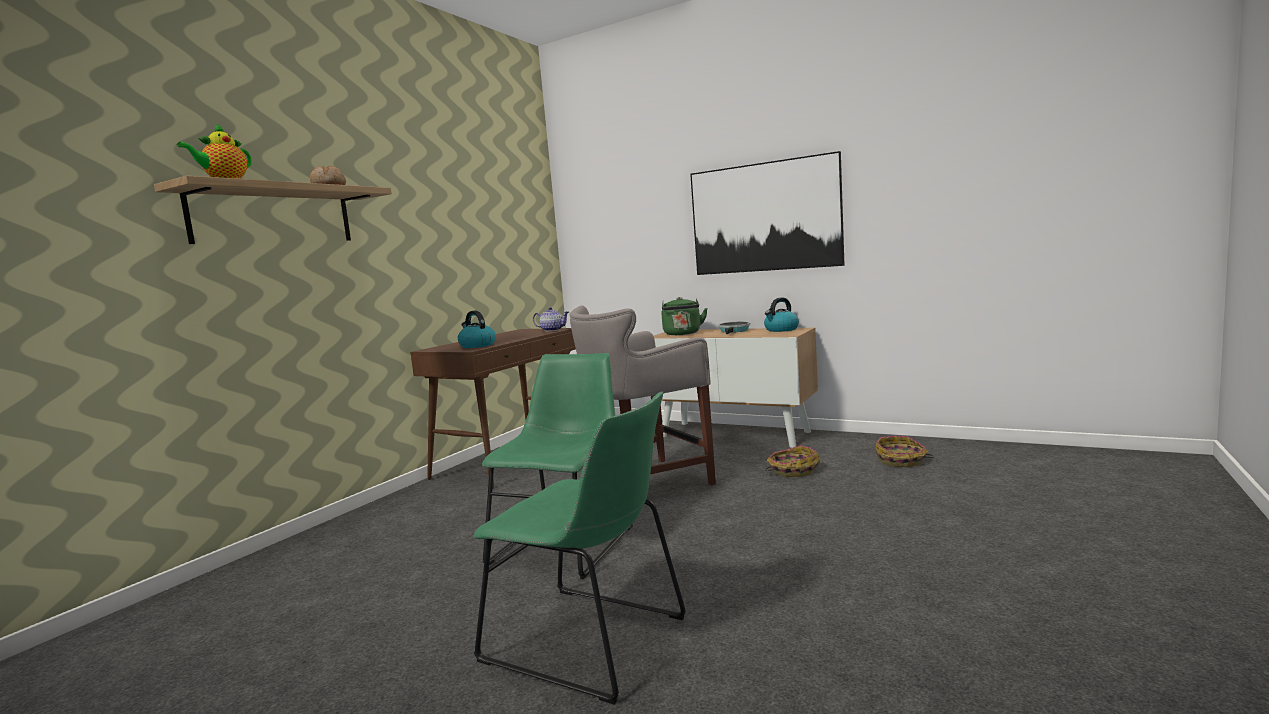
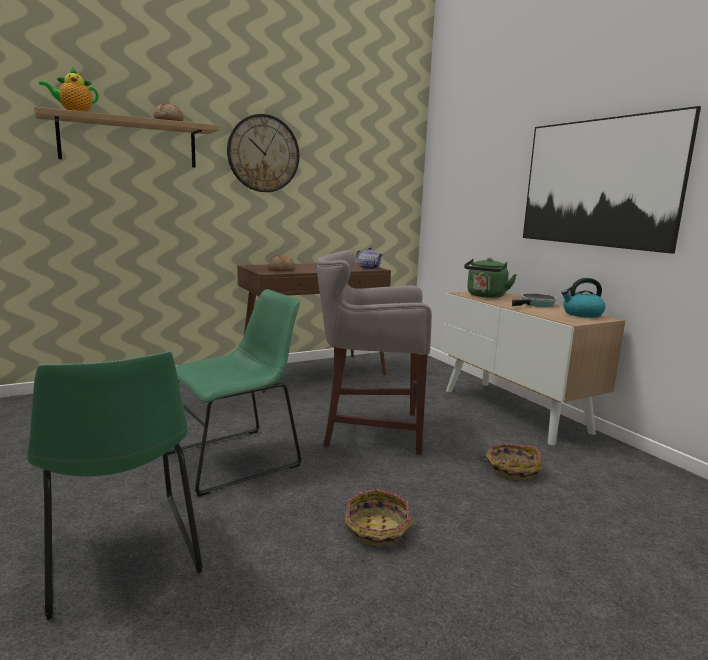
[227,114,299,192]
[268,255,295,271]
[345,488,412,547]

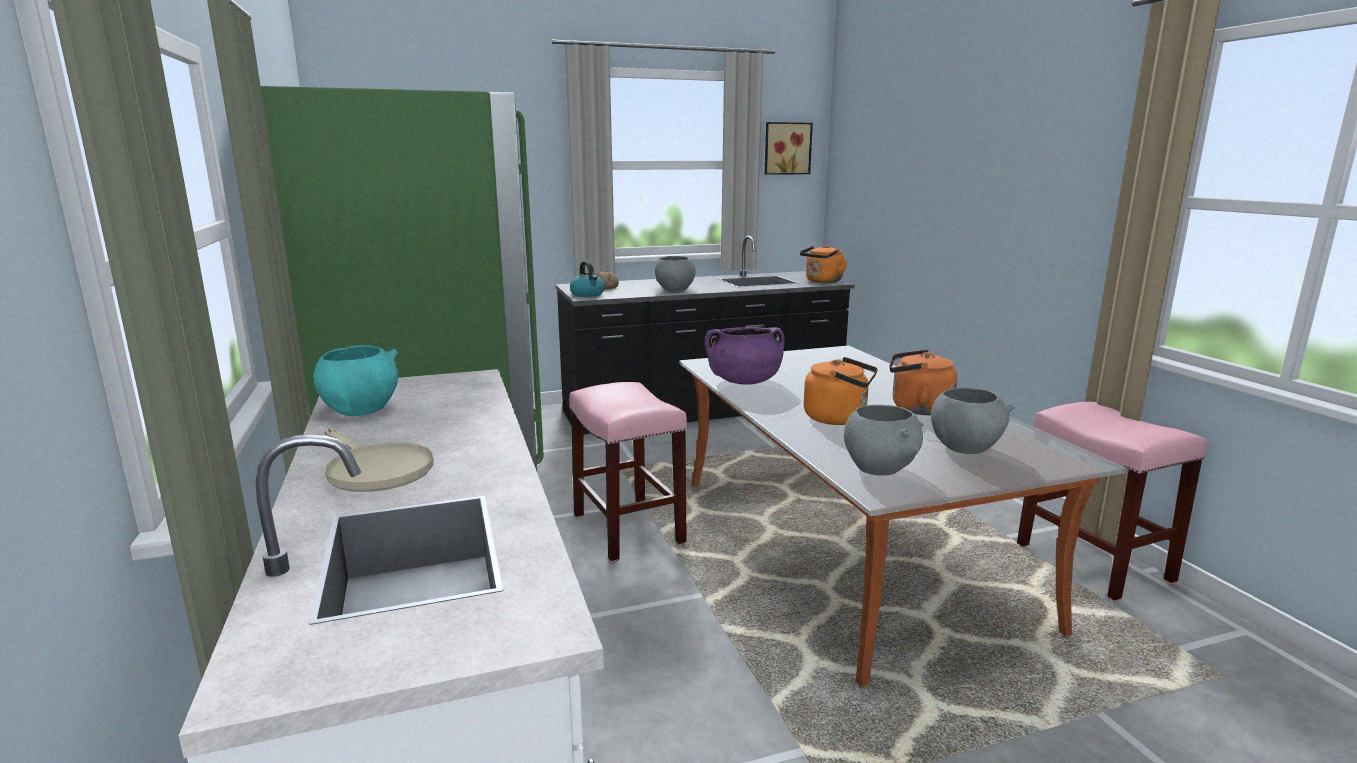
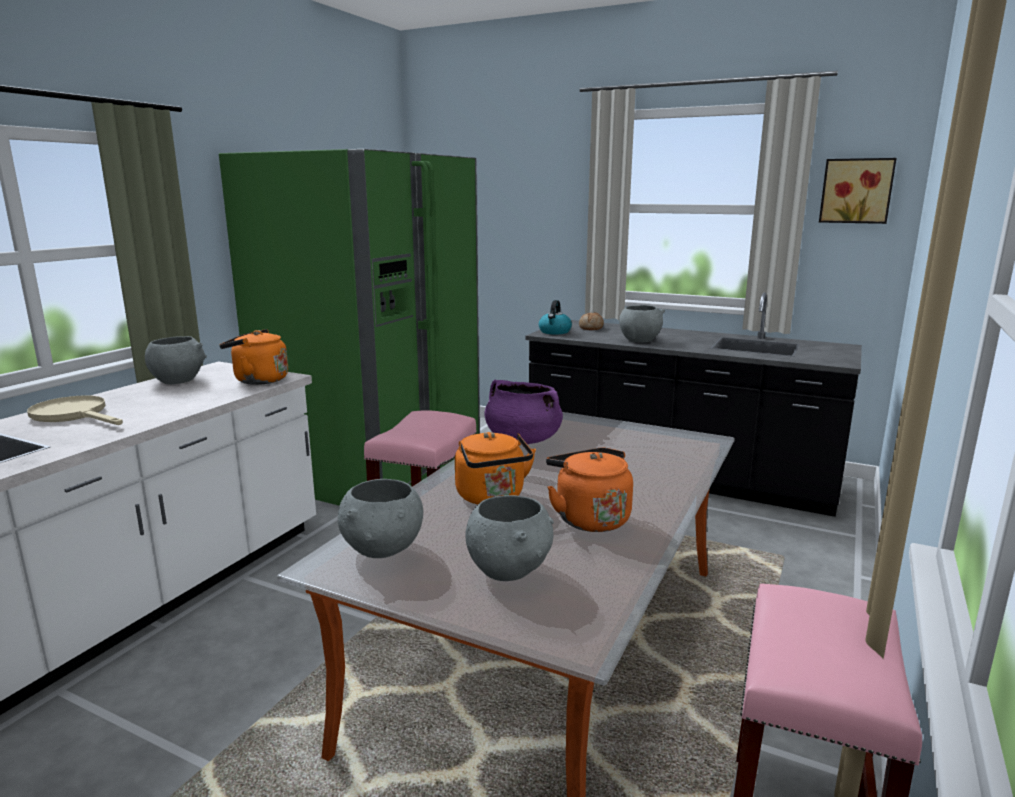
[27,395,123,425]
[145,336,207,384]
[219,329,288,385]

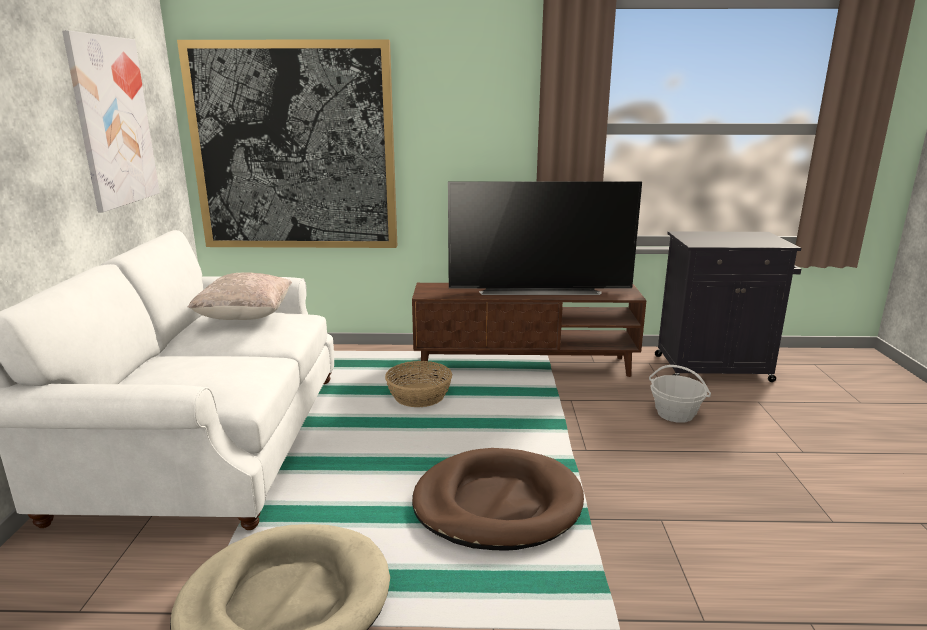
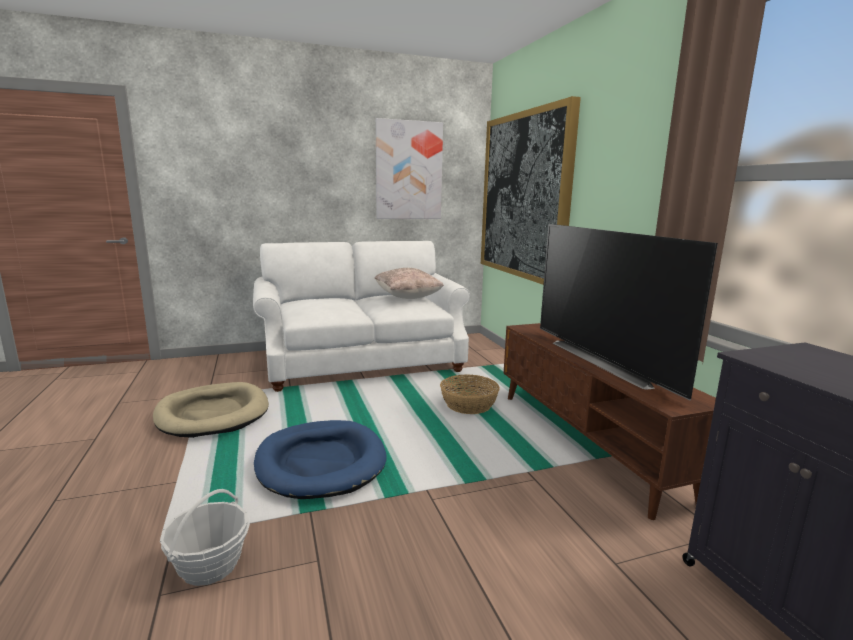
[160,489,250,586]
[254,420,386,499]

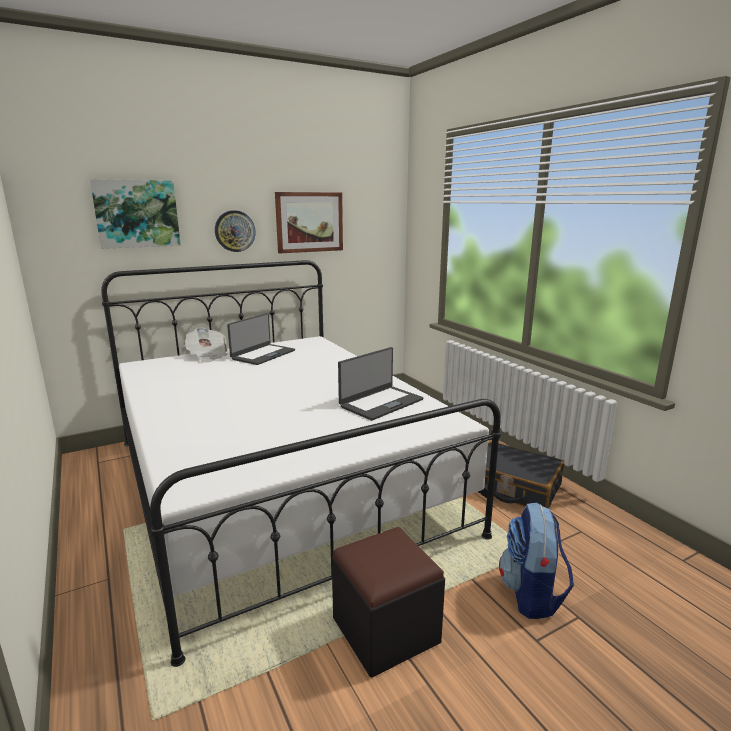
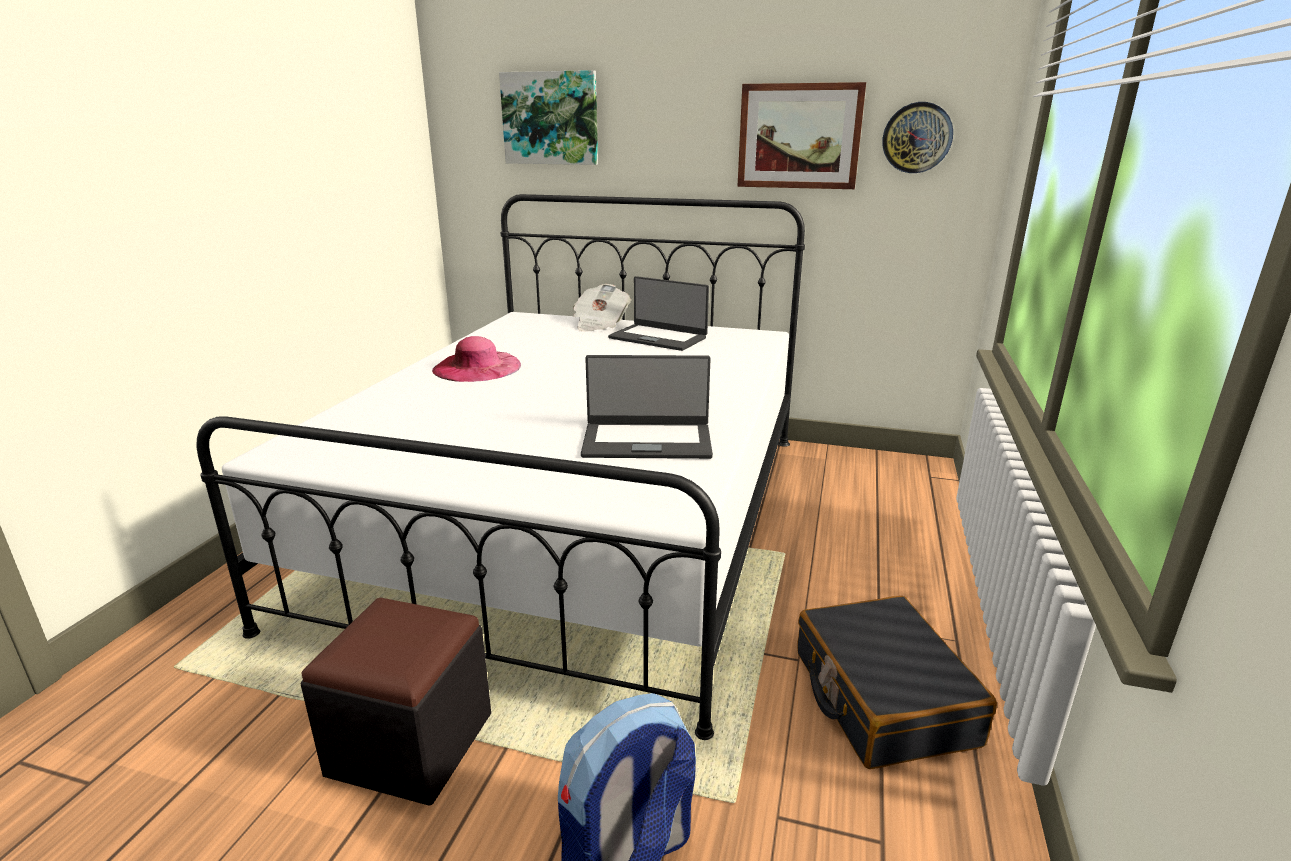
[432,336,521,382]
[608,276,709,351]
[882,102,953,173]

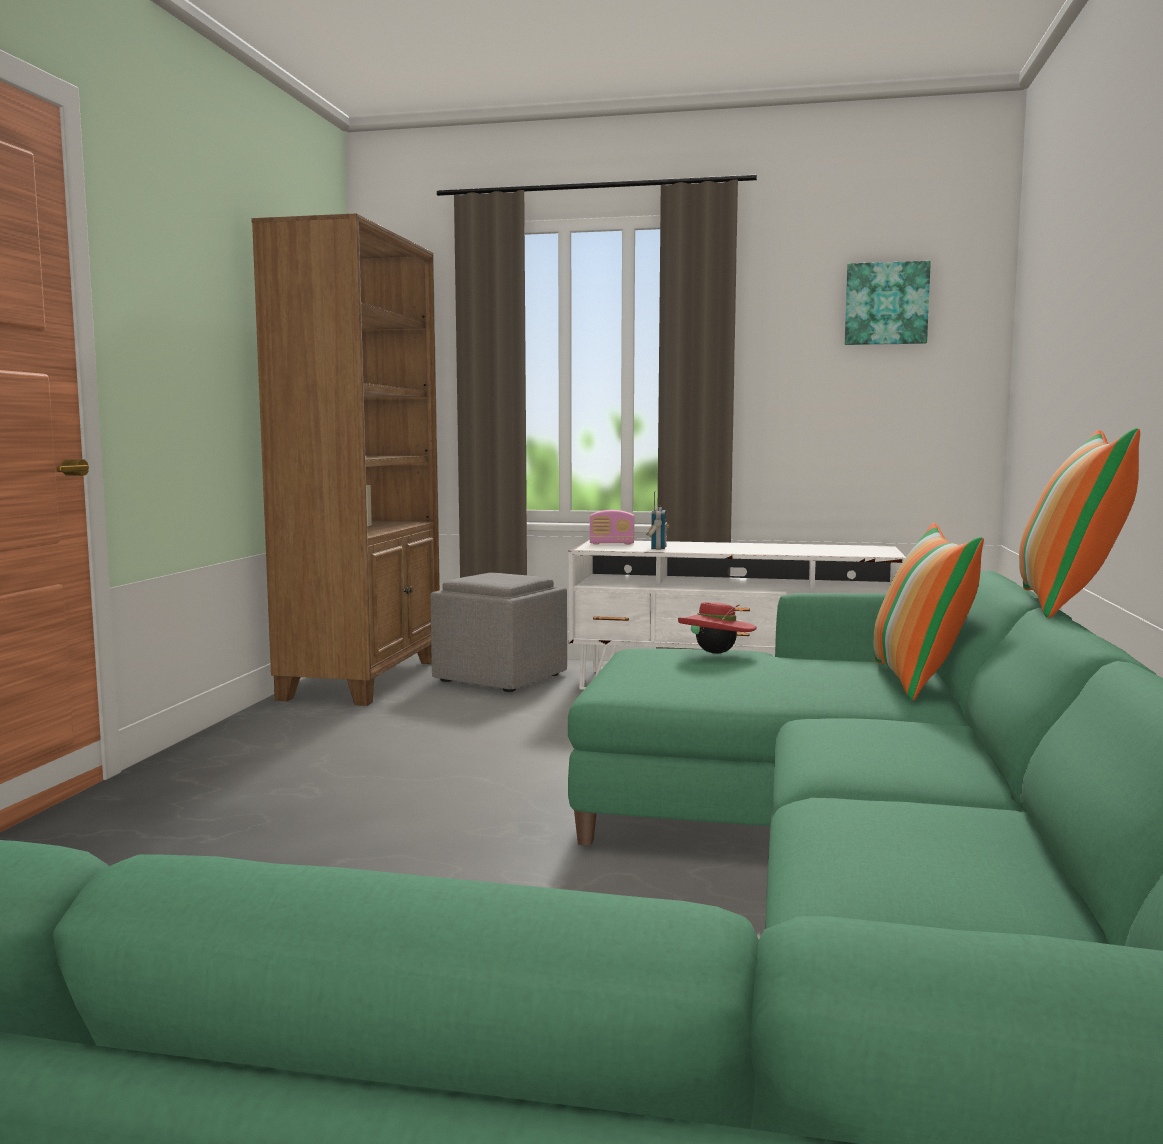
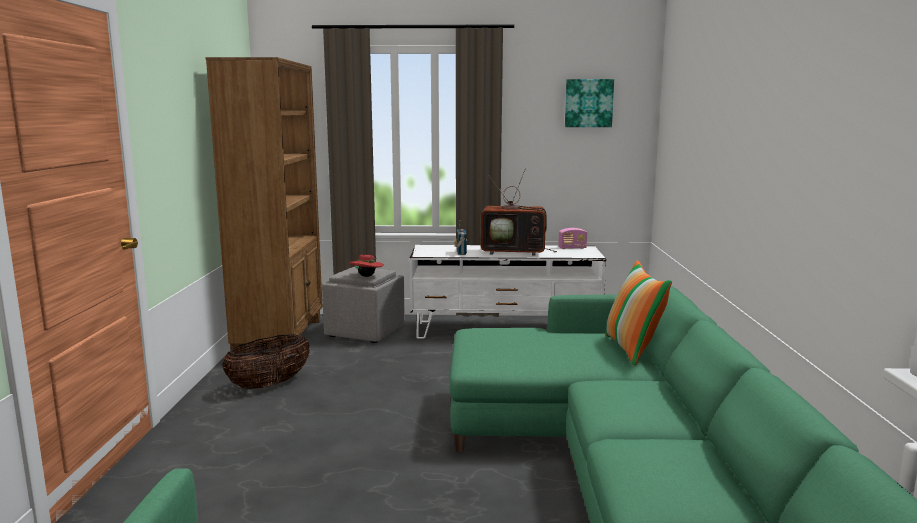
[222,334,310,389]
[350,255,384,277]
[481,170,557,256]
[558,228,587,249]
[1019,428,1140,618] (first image)

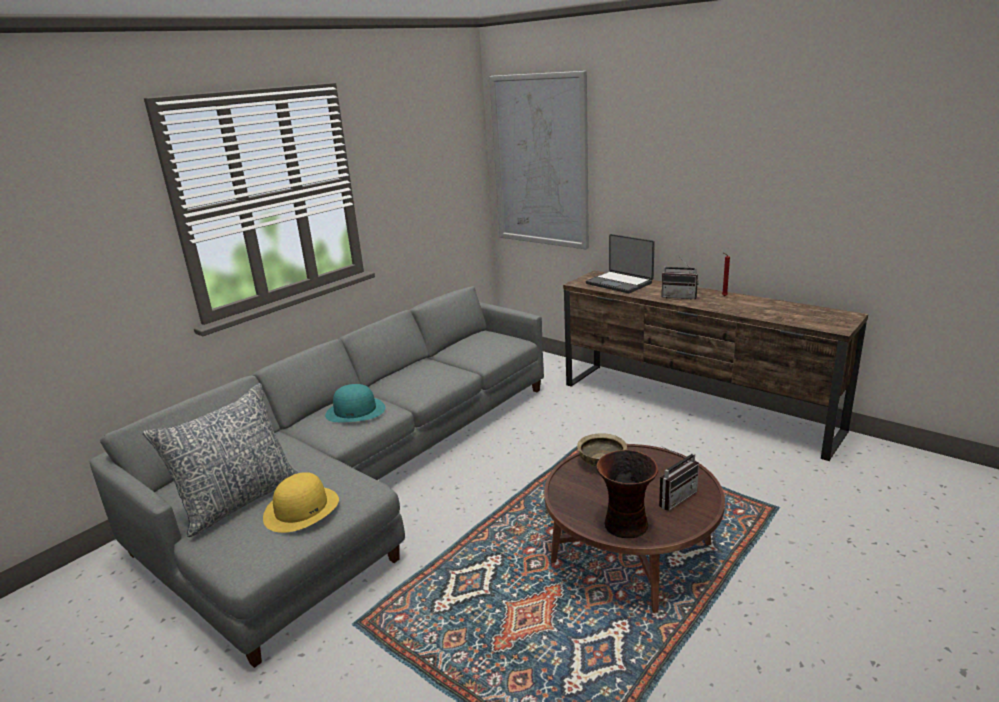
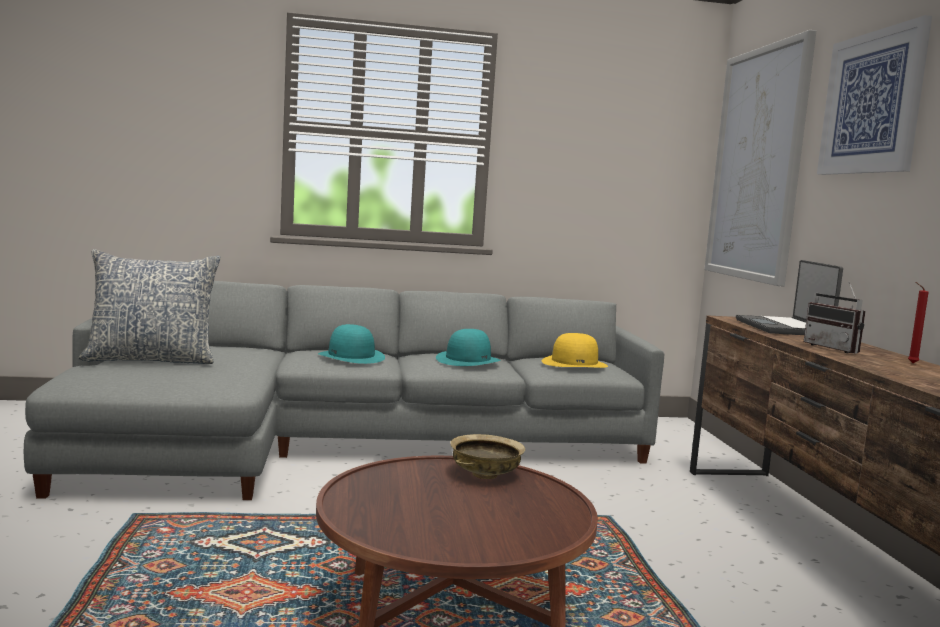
[436,329,501,366]
[542,333,608,368]
[817,15,932,175]
[596,450,658,538] (first image)
[659,446,699,511] (first image)

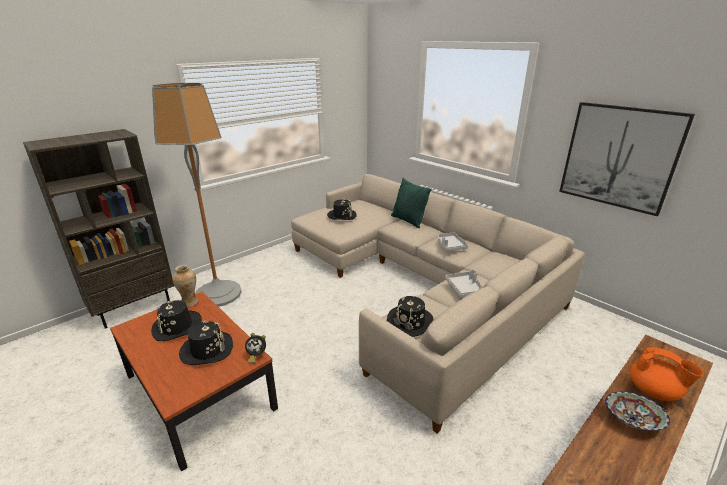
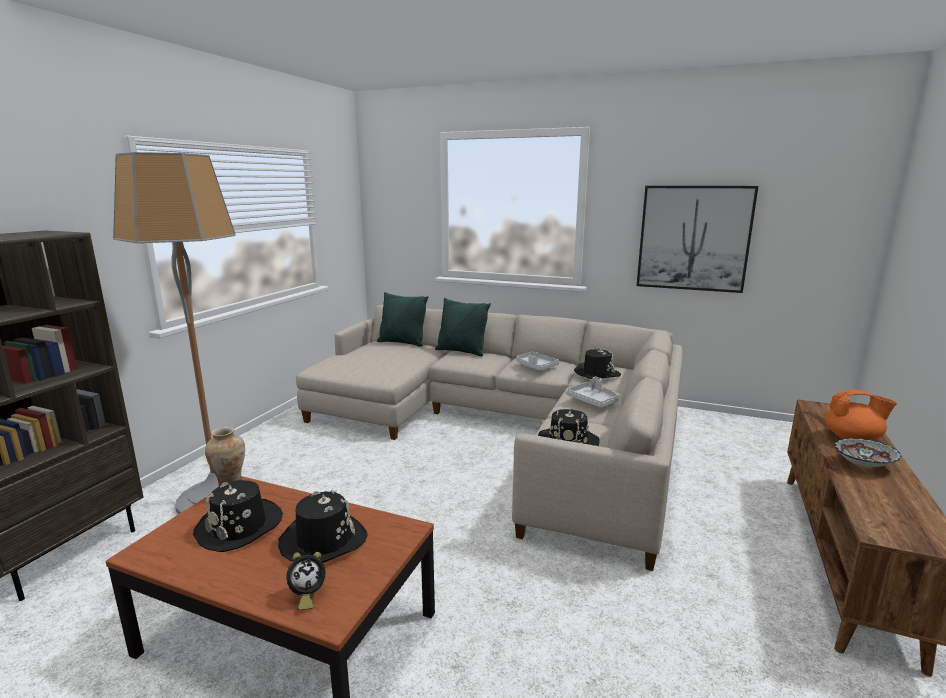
[286,552,325,610]
[377,292,428,347]
[574,347,621,379]

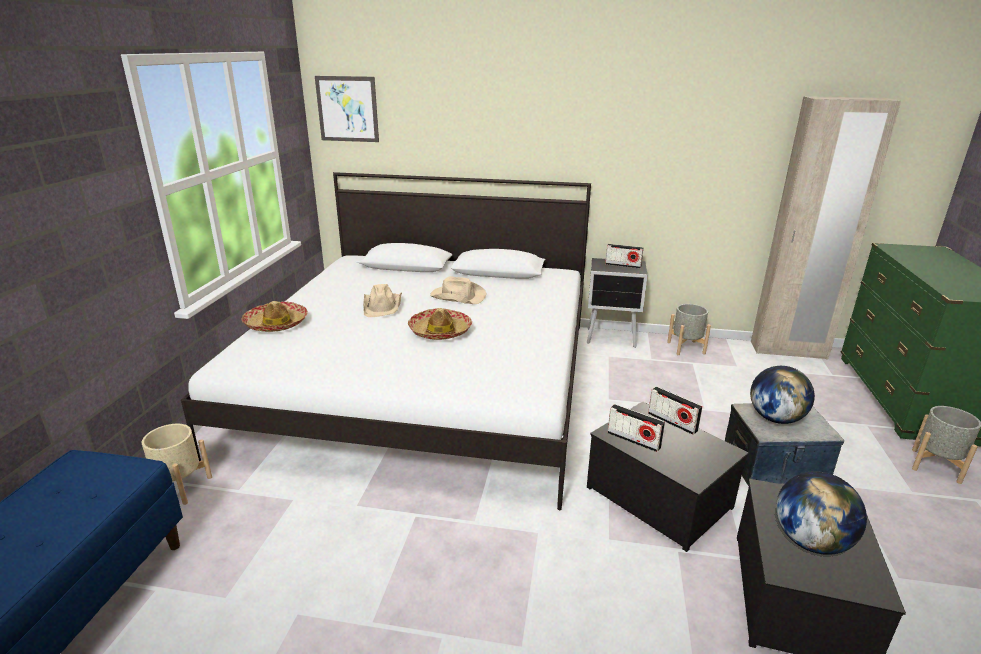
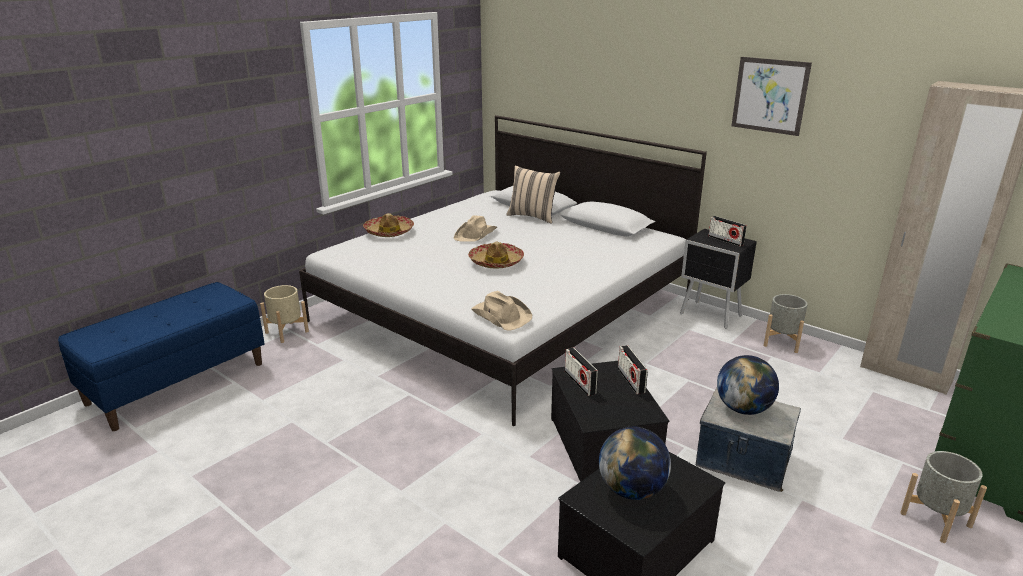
[471,291,532,331]
[506,165,561,224]
[732,57,812,136]

